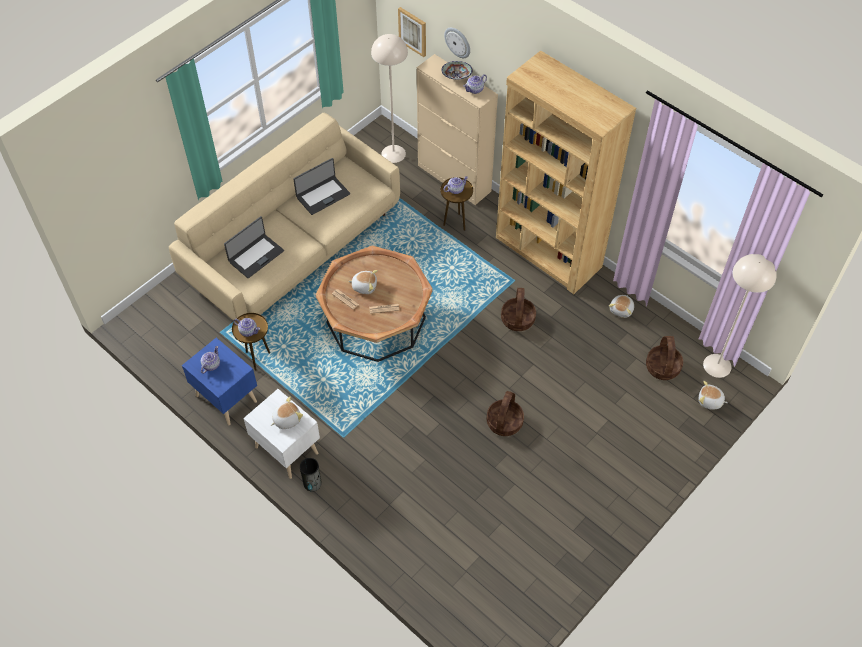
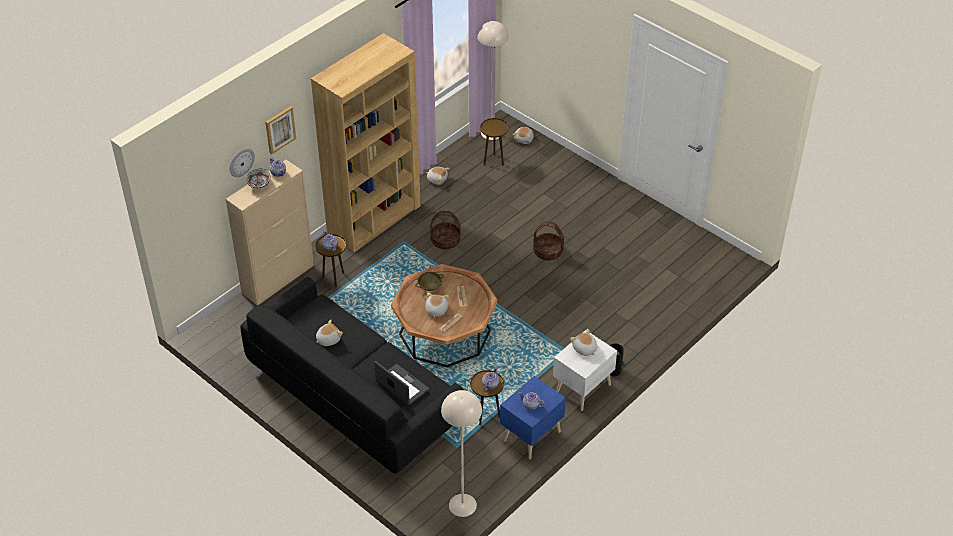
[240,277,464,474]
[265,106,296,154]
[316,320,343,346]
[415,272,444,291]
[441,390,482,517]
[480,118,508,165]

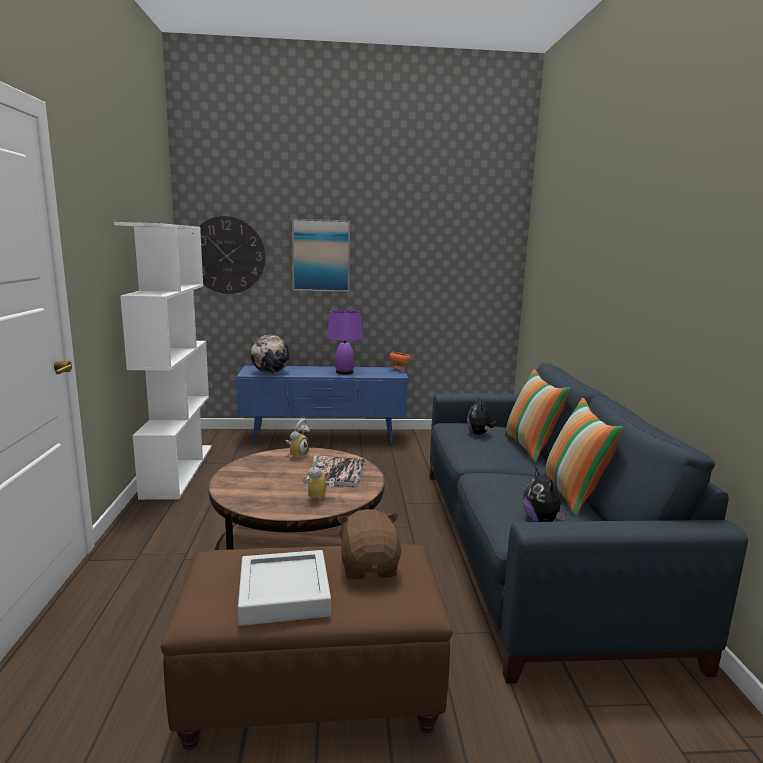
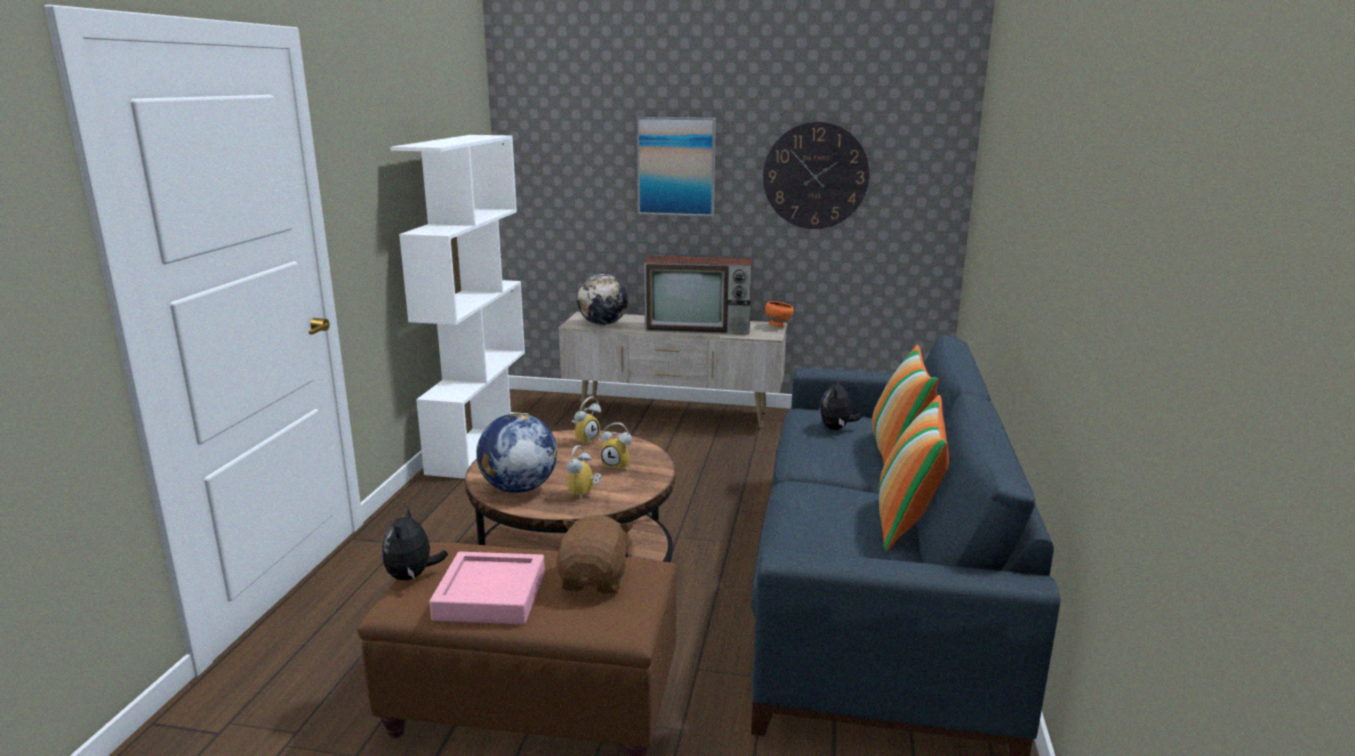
[382,507,448,580]
[429,552,545,624]
[476,413,557,493]
[558,312,787,428]
[601,422,632,471]
[644,256,752,335]
[763,122,869,229]

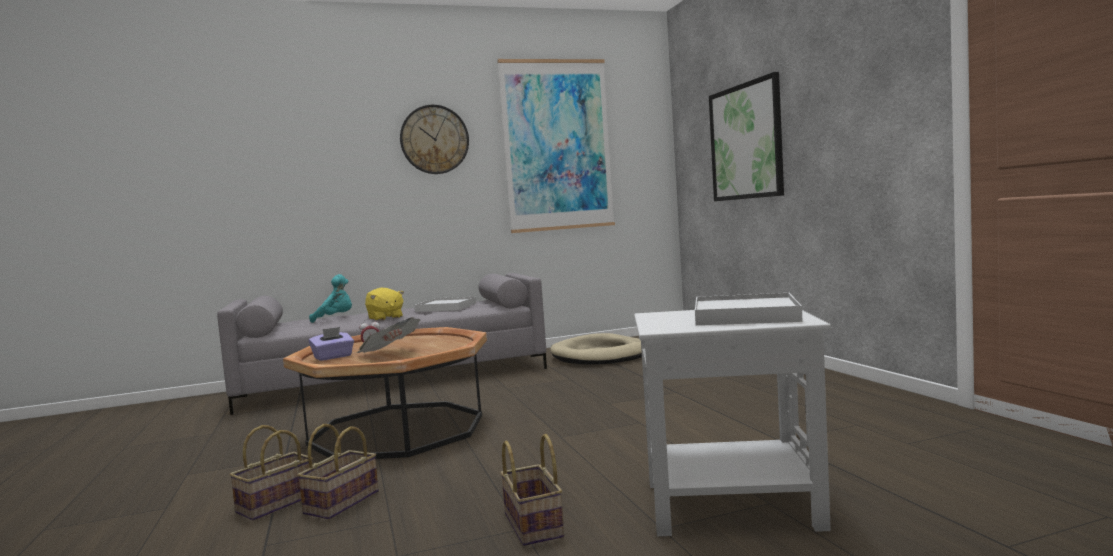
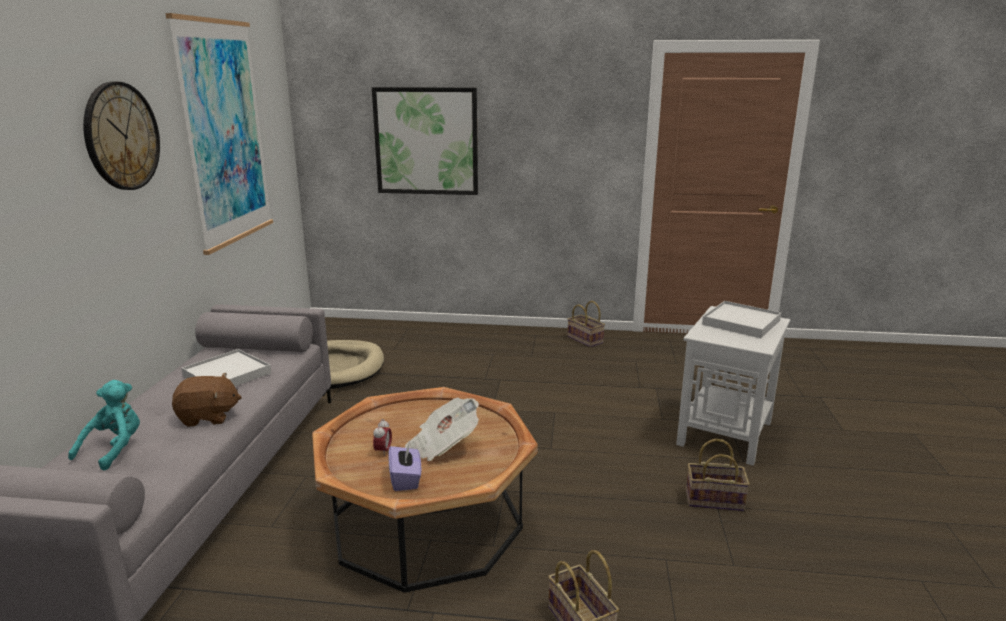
[172,373,242,427]
[568,301,605,347]

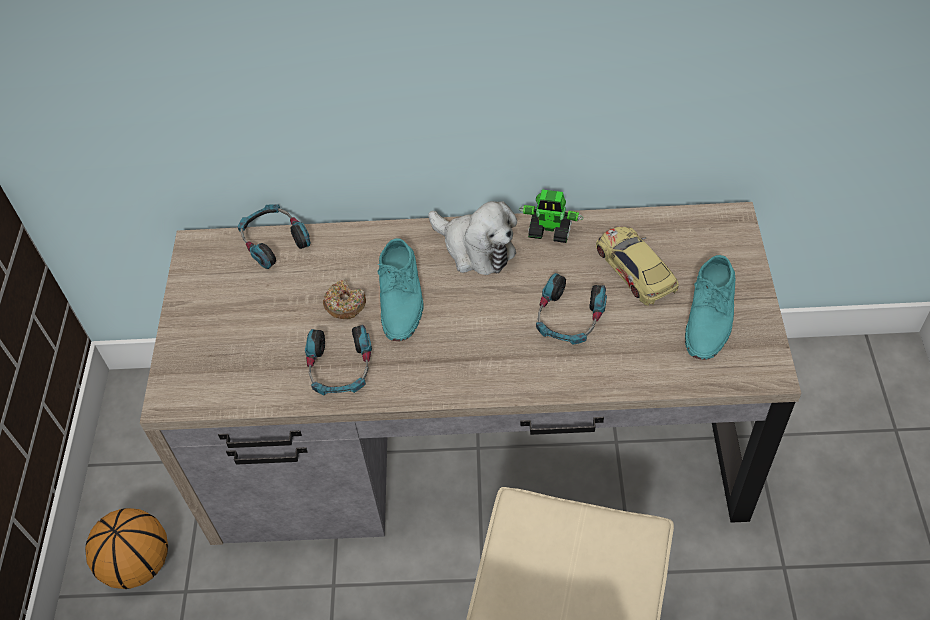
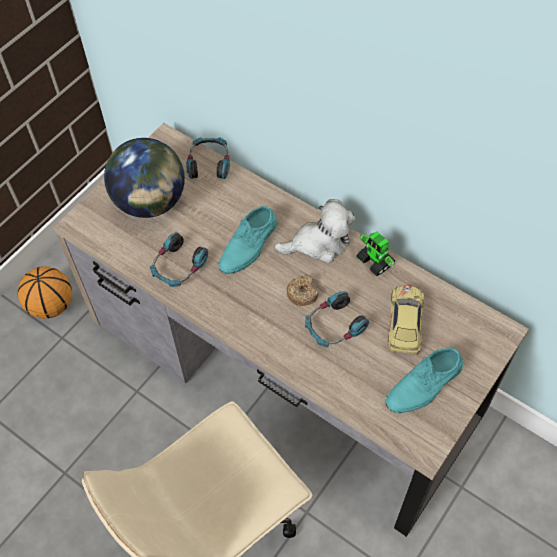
[104,138,185,218]
[274,199,355,263]
[287,276,318,306]

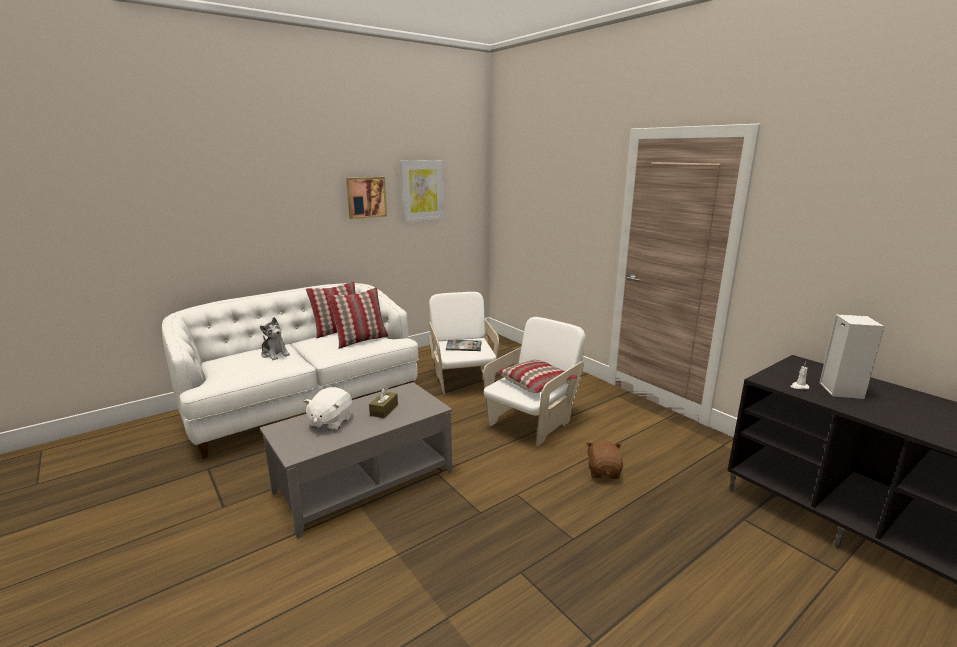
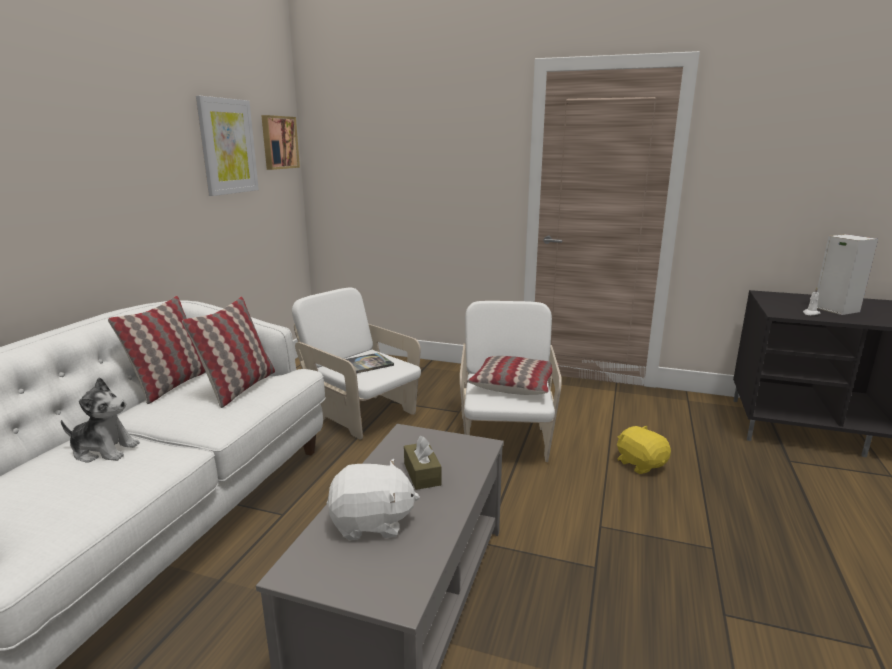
[261,115,300,170]
[326,459,420,540]
[617,426,671,474]

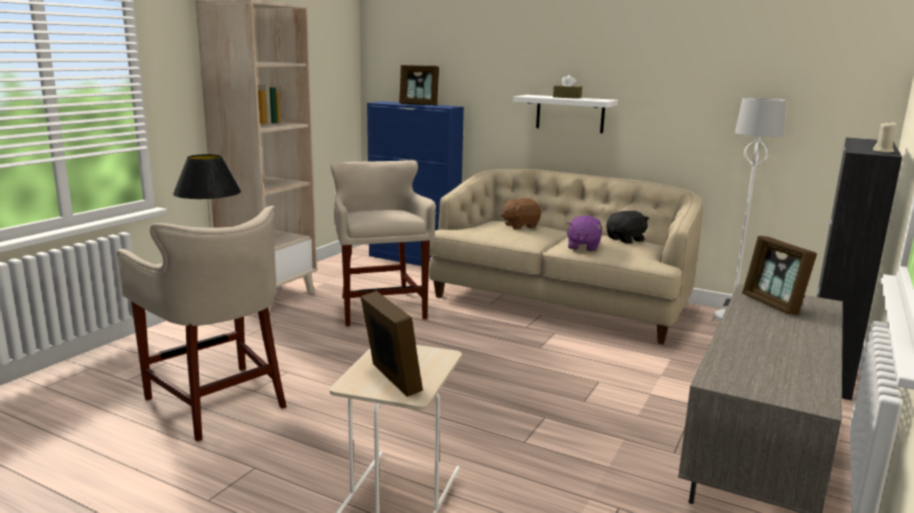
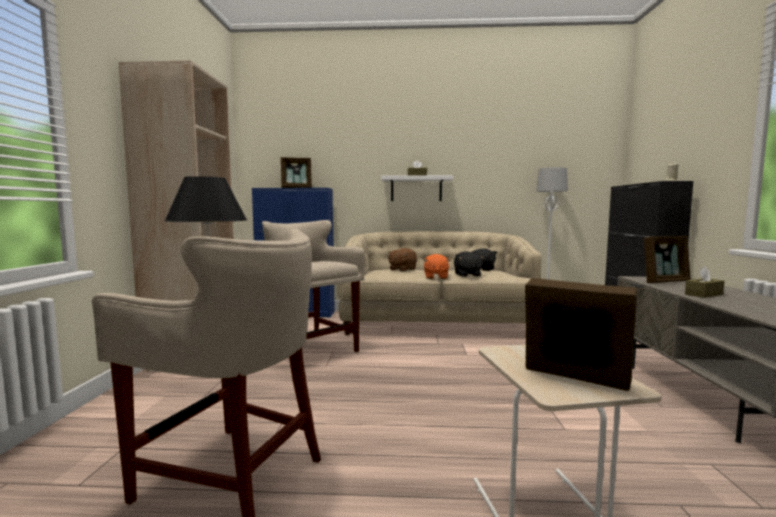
[423,254,451,279]
[454,251,484,277]
[644,236,691,283]
[685,267,725,298]

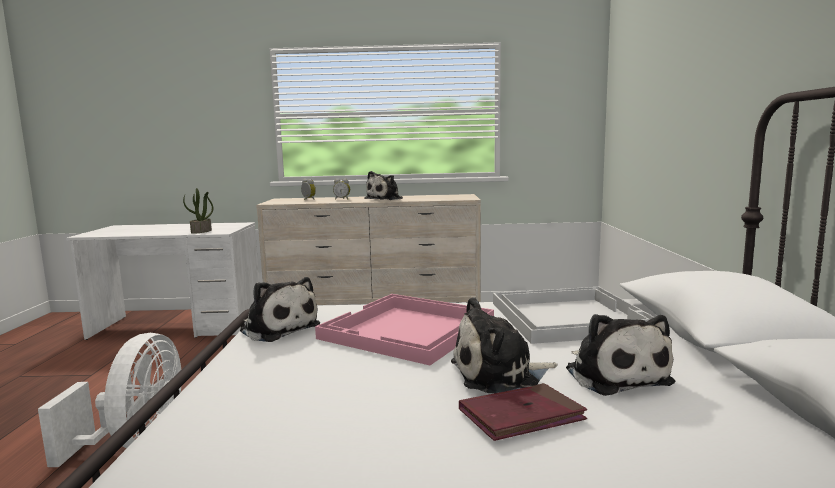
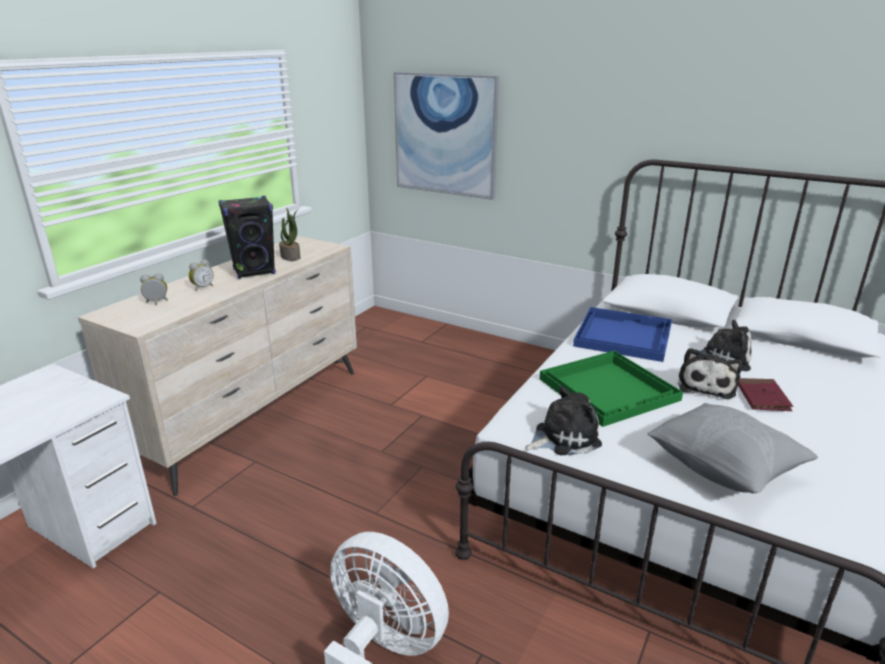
[218,196,275,279]
[279,208,300,261]
[394,72,499,200]
[539,351,683,427]
[573,307,672,362]
[647,403,818,493]

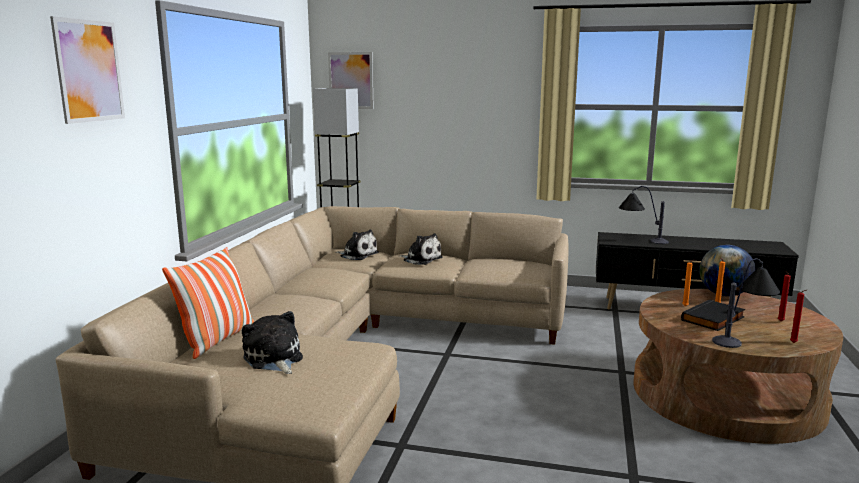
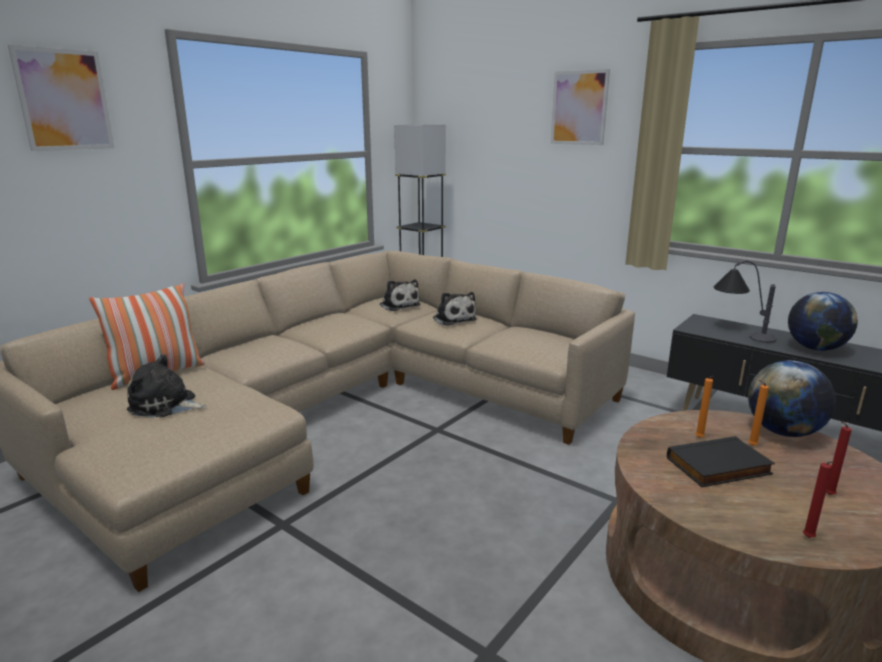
[127,354,207,417]
[550,69,610,145]
[788,292,858,351]
[712,258,780,348] (first image)

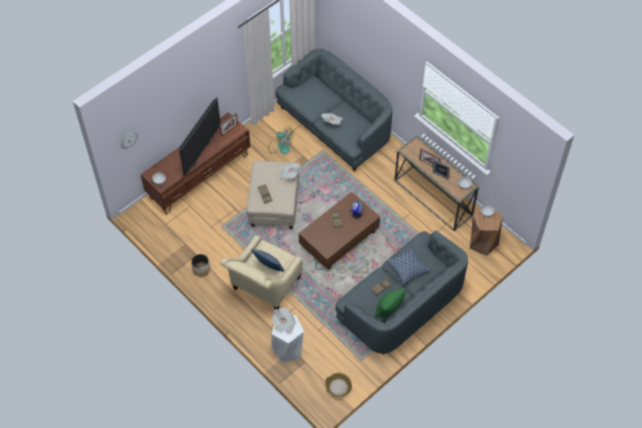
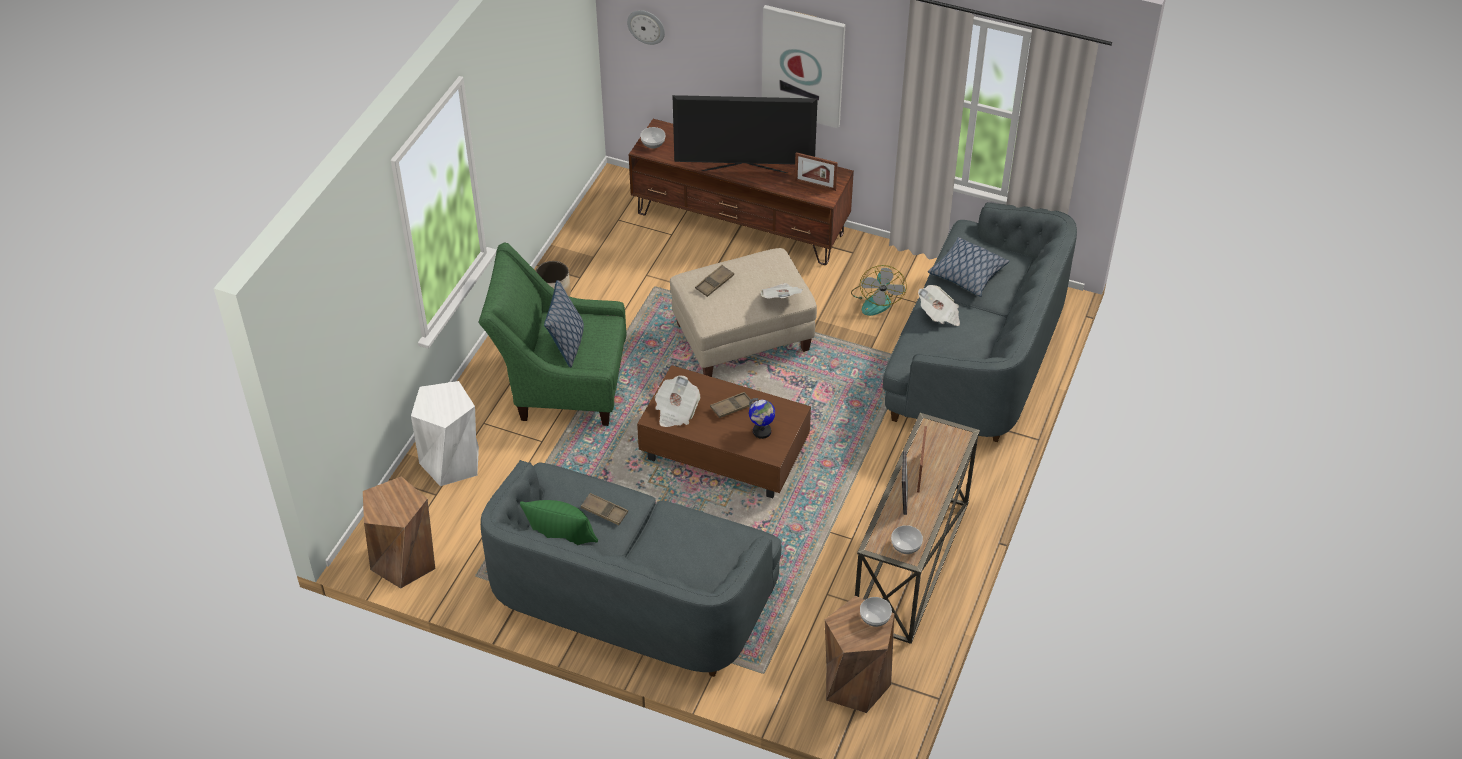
[363,476,435,589]
[479,243,626,426]
[655,375,700,427]
[762,5,845,128]
[928,237,1009,297]

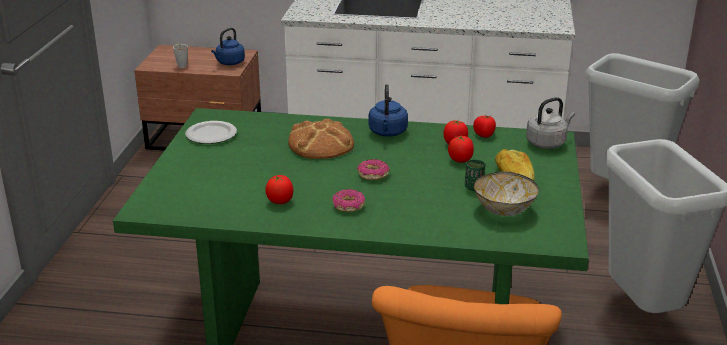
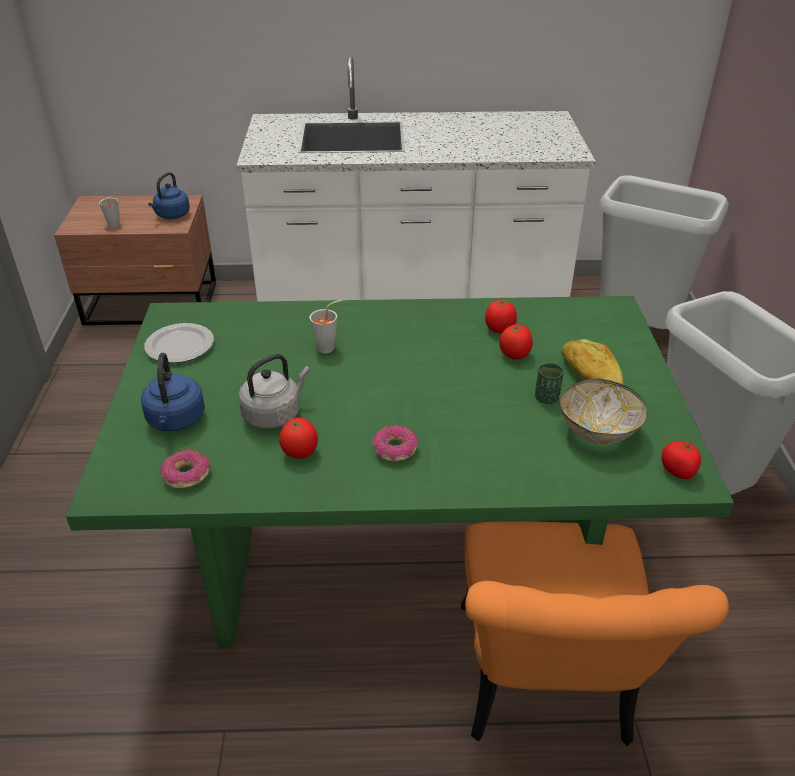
[141,353,205,431]
[160,450,210,488]
[238,354,310,429]
[309,300,343,354]
[661,440,701,479]

